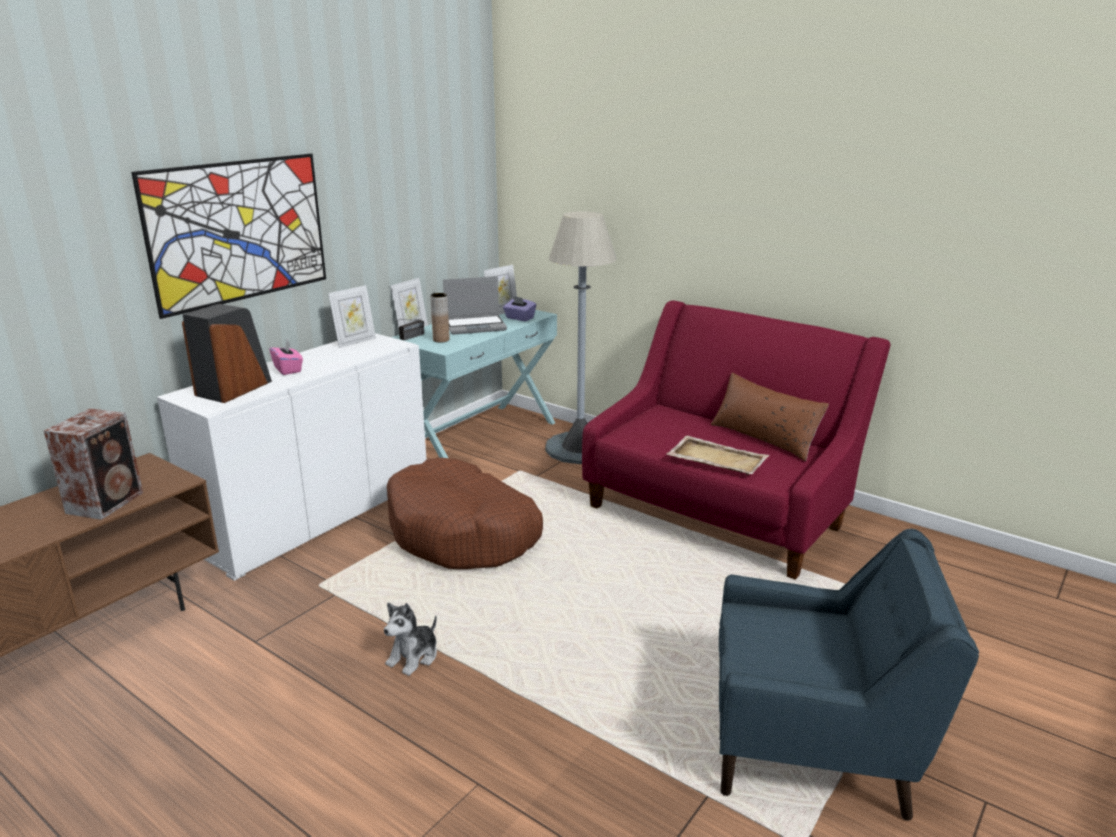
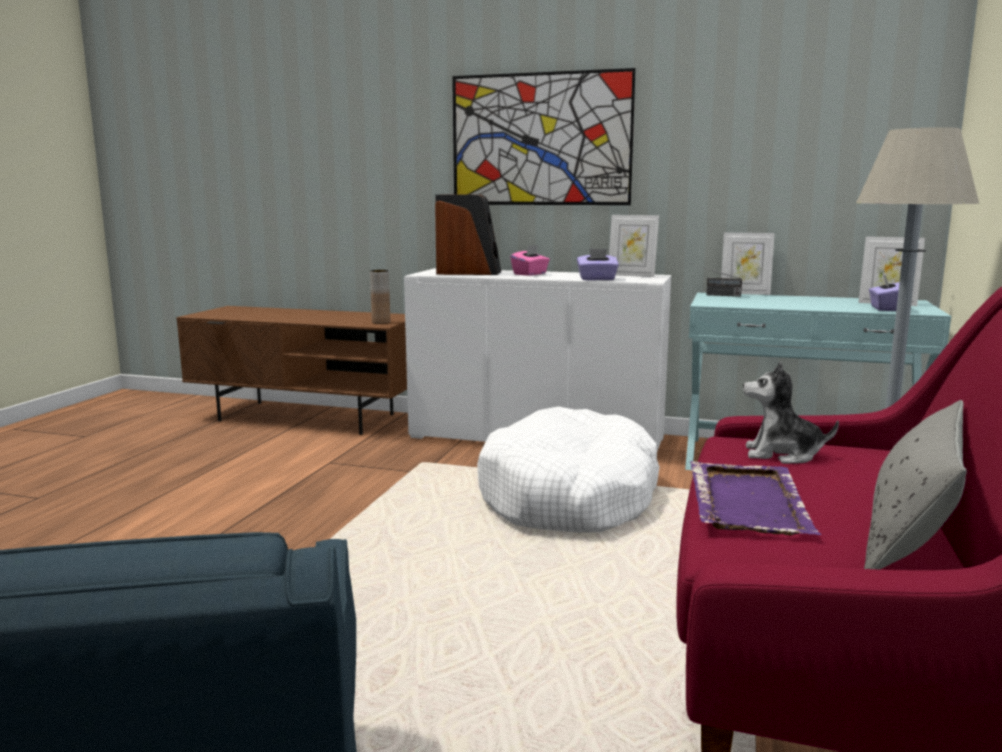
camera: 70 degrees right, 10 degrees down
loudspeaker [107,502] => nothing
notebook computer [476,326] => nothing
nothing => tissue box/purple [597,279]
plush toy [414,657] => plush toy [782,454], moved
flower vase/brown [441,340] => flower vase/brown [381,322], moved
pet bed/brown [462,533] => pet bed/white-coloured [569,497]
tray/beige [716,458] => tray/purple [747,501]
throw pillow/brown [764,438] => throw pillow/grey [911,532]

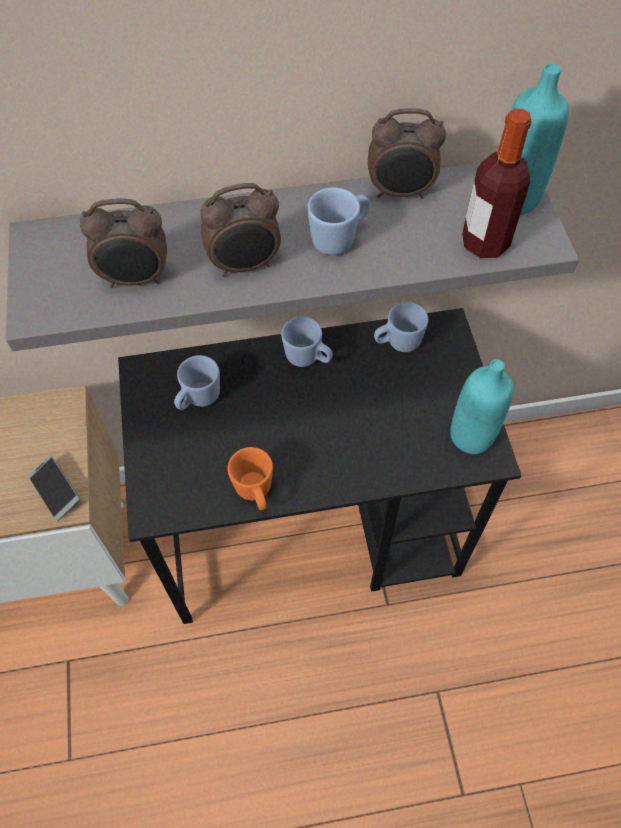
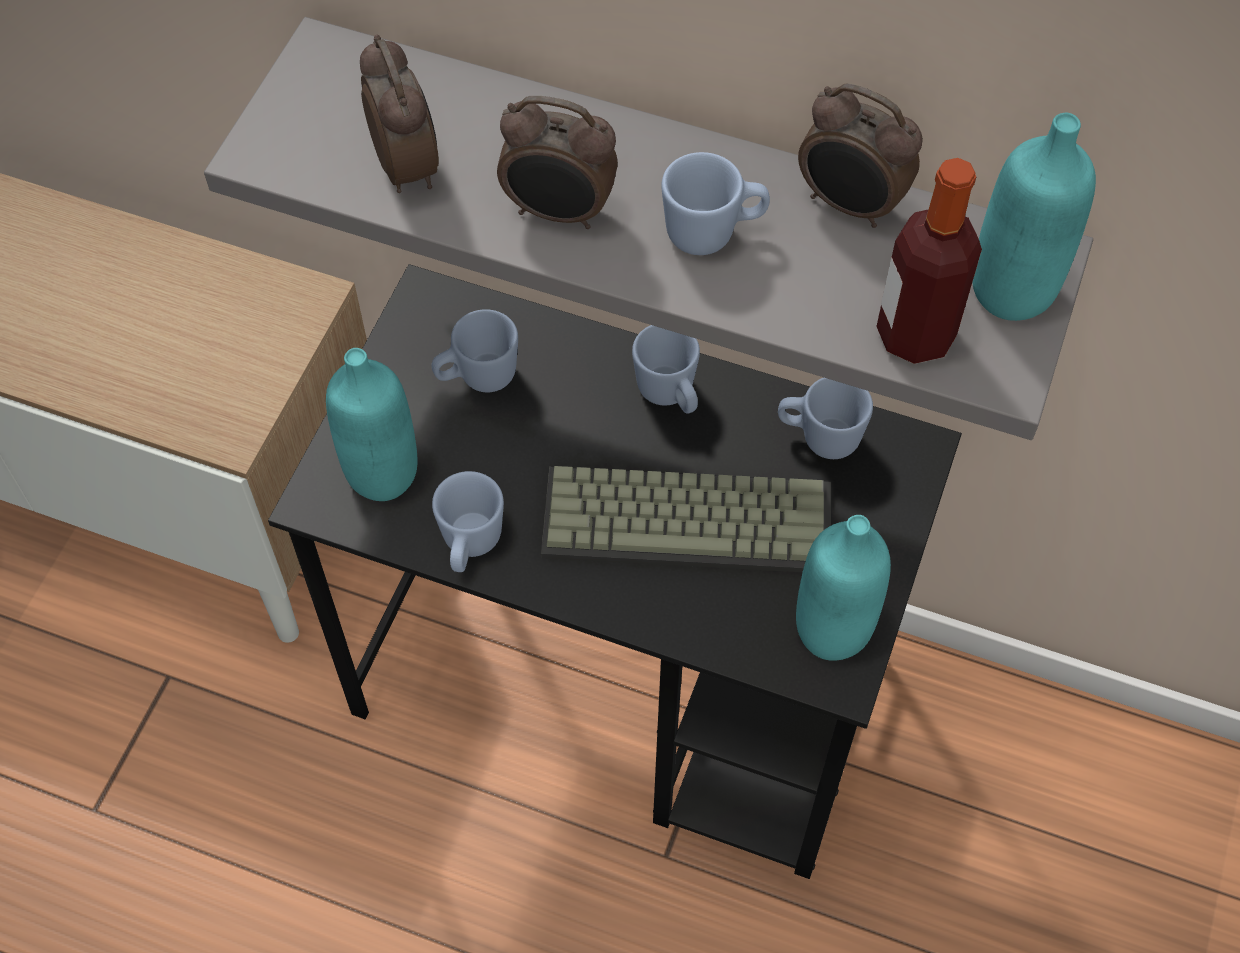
camera: 30 degrees right, 0 degrees up
handset [55,490] => nothing
nothing => bottle/turquoise-coloured [382,473]
nothing => PC keyboard [690,517]
tea mug/orangey [255,492] => tea mug/bluish [470,546]
bedside clock [136,279] => bedside clock [408,166], 135 degrees counterclockwise

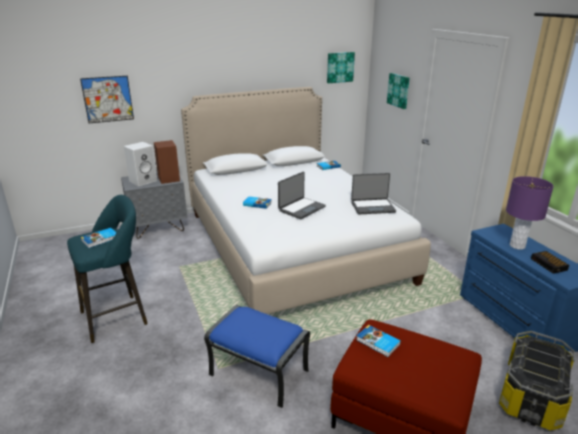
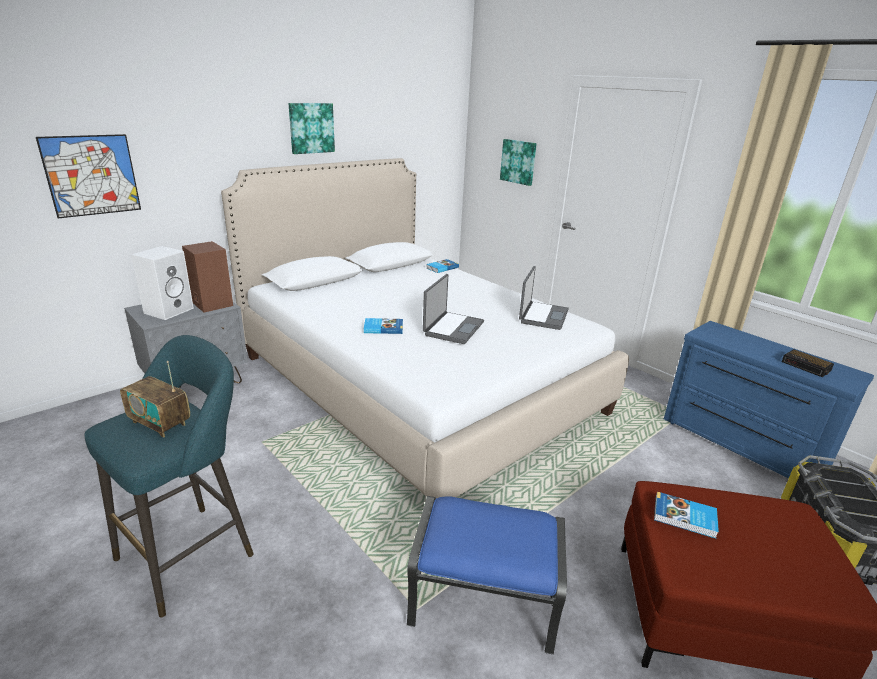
camera: 20 degrees left, 0 degrees up
table lamp/purple [517,245] => nothing
picture [340,67] => picture [311,128], moved
bound book [100,239] => radio set [160,423]
notebook computer [372,207] => notebook computer [542,316], 45 degrees counterclockwise

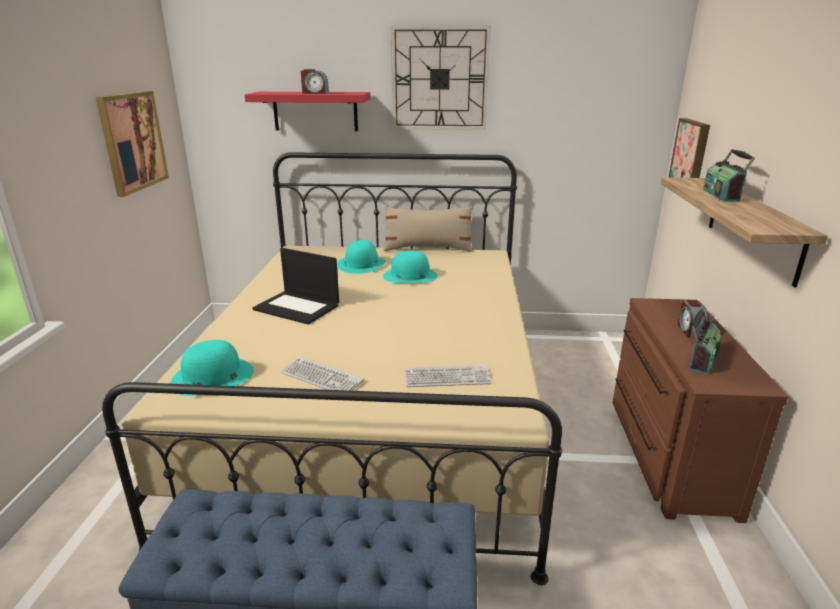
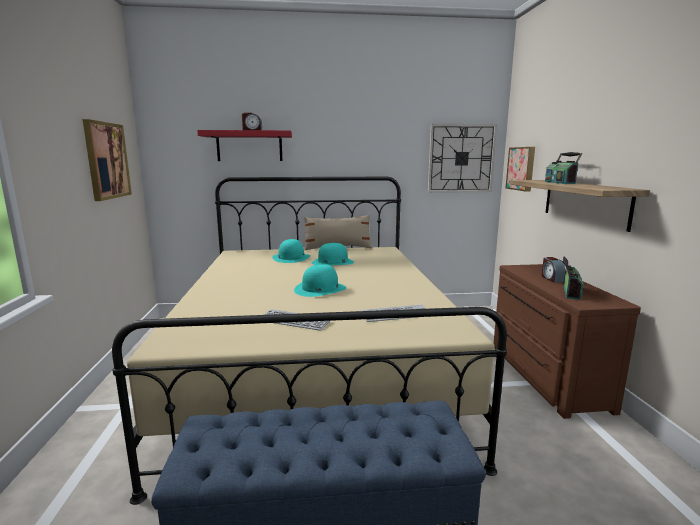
camera: 10 degrees left, 10 degrees down
notebook computer [298,307] => nothing
clothing hat/turquoise-coloured [212,377] => clothing hat/turquoise-coloured [320,289], moved
clock on the wall [439,79] => clock on the wall [461,158], moved

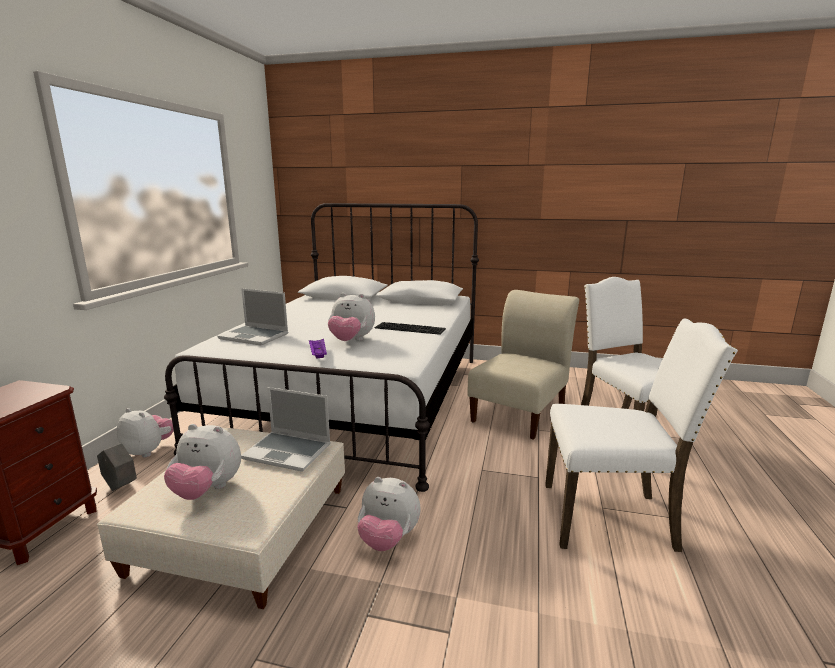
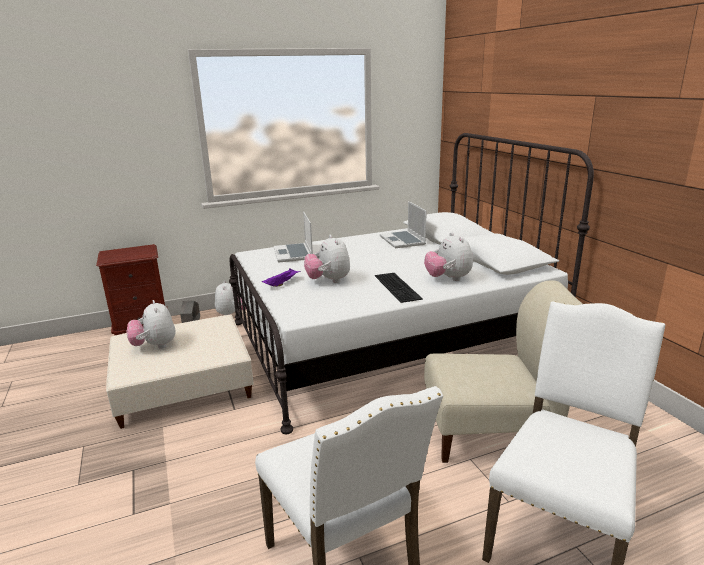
camera: 55 degrees right, 5 degrees up
notebook computer [289,452] => notebook computer [403,241], moved
plush toy [388,539] => plush toy [448,279], moved

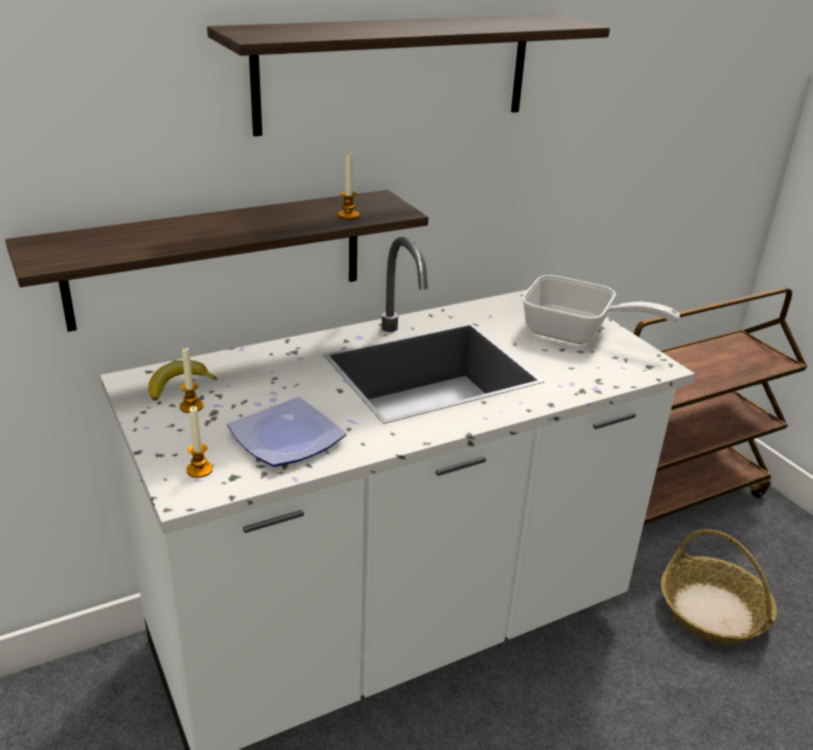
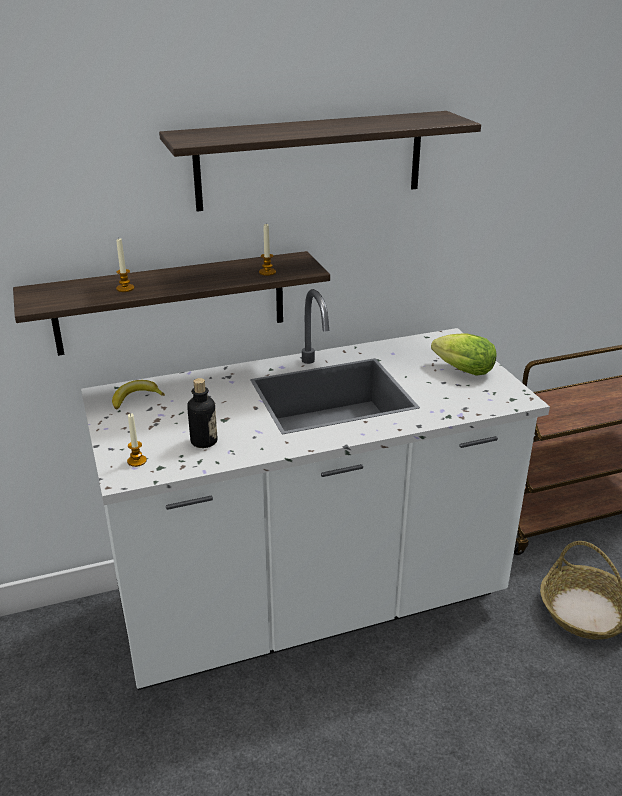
camera: 10 degrees right, 0 degrees up
candle [191,406] => candle [125,288], moved
dinner plate [284,438] => bottle [204,441]
pan [576,333] => head of lettuce [460,370]

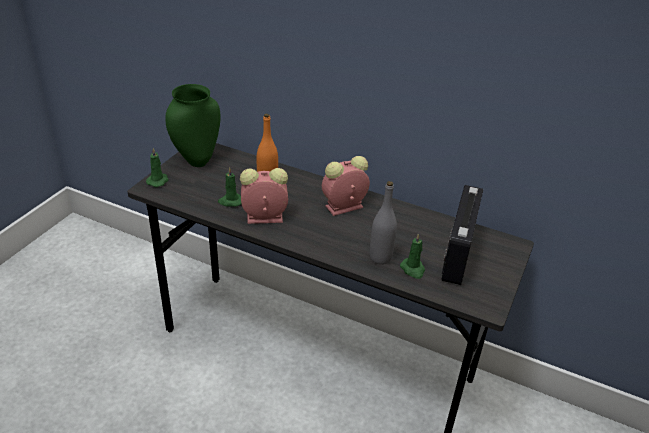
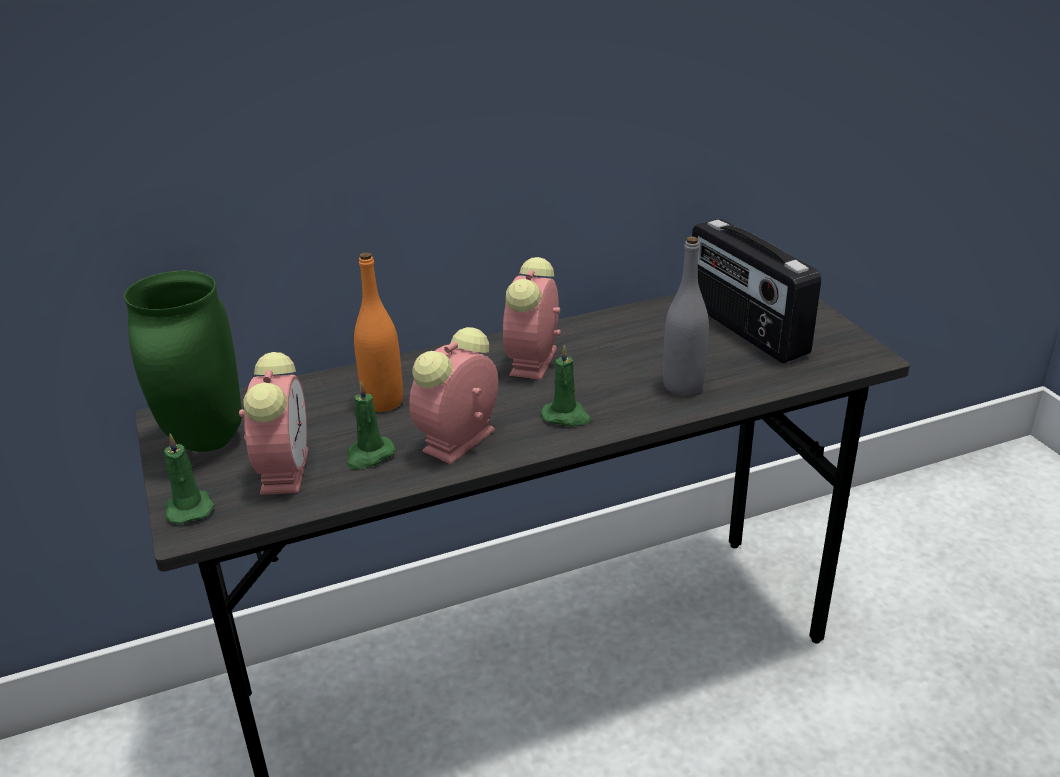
camera: 45 degrees left, 5 degrees down
nothing => bedside clock [284,469]
candle/green [413,269] => candle/green [567,416], moved

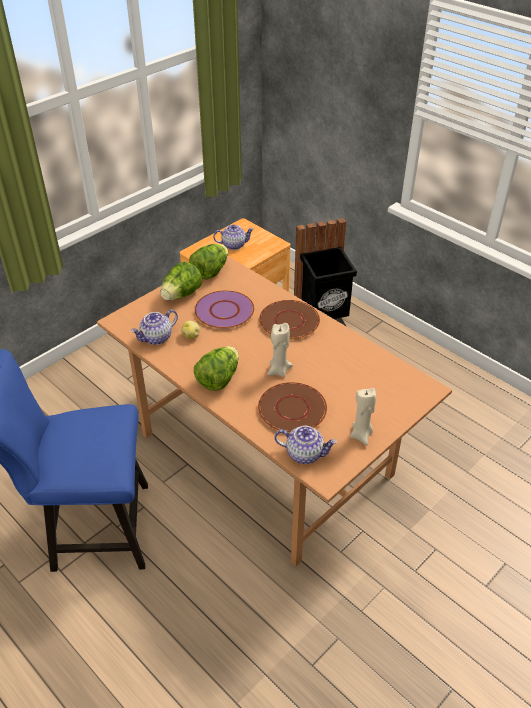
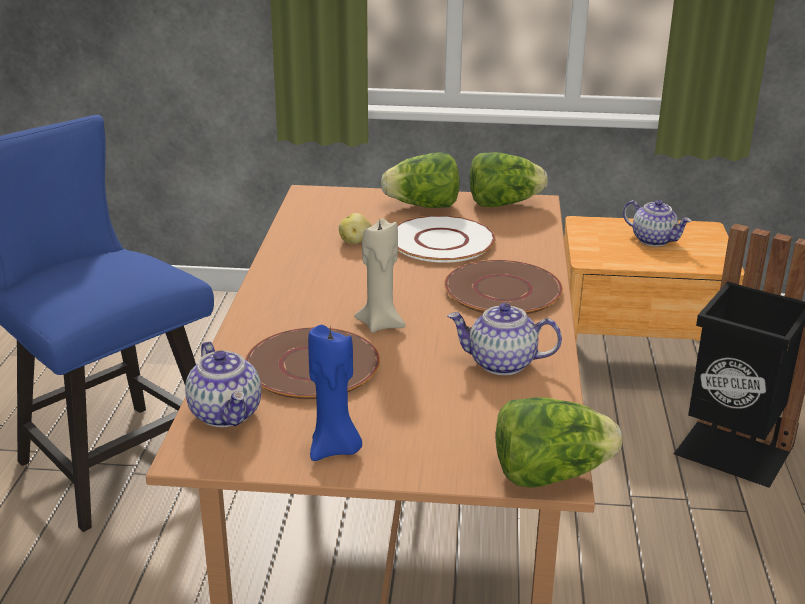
camera: 50 degrees right, 15 degrees down
tea pot [156,338] => tea pot [501,364], moved
head of lettuce [218,379] => head of lettuce [550,475], moved
dinner plate/purple [224,311] => dinner plate/white-coloured [441,241]
candle/beige [361,435] => candle/bluish [335,449]

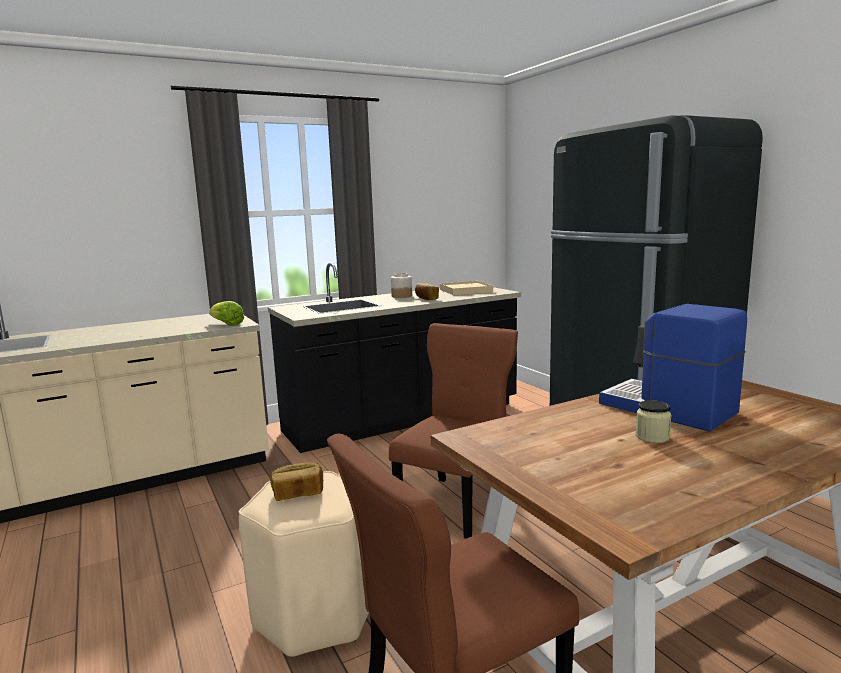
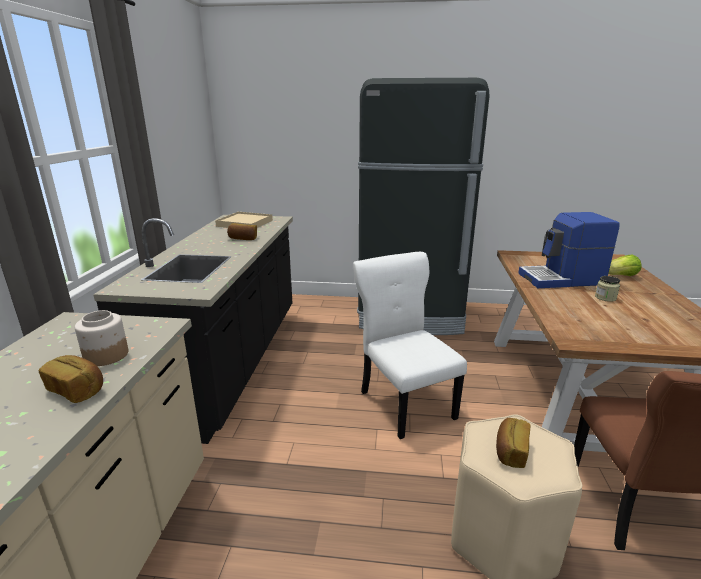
camera: 55 degrees left, 10 degrees up
nothing => baked bread [77,390]
head of lettuce [227,324] => head of lettuce [620,276], moved
storage jar [401,296] => storage jar [105,356], moved
chair/brown [456,504] => chair/white-coloured [405,402]

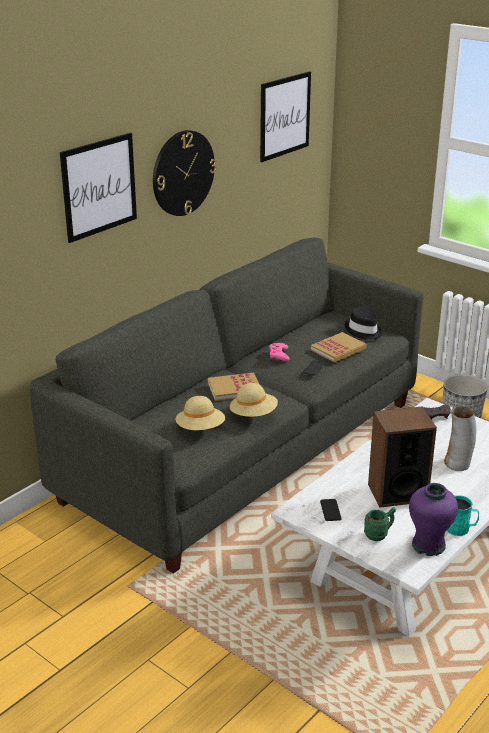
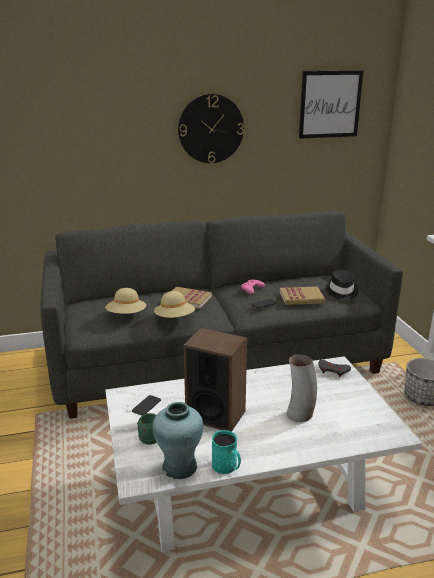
camera: 35 degrees right, 5 degrees down
picture [99,187] => nothing
flower vase/purple [428,545] => flower vase/turquoise-coloured [180,467]

